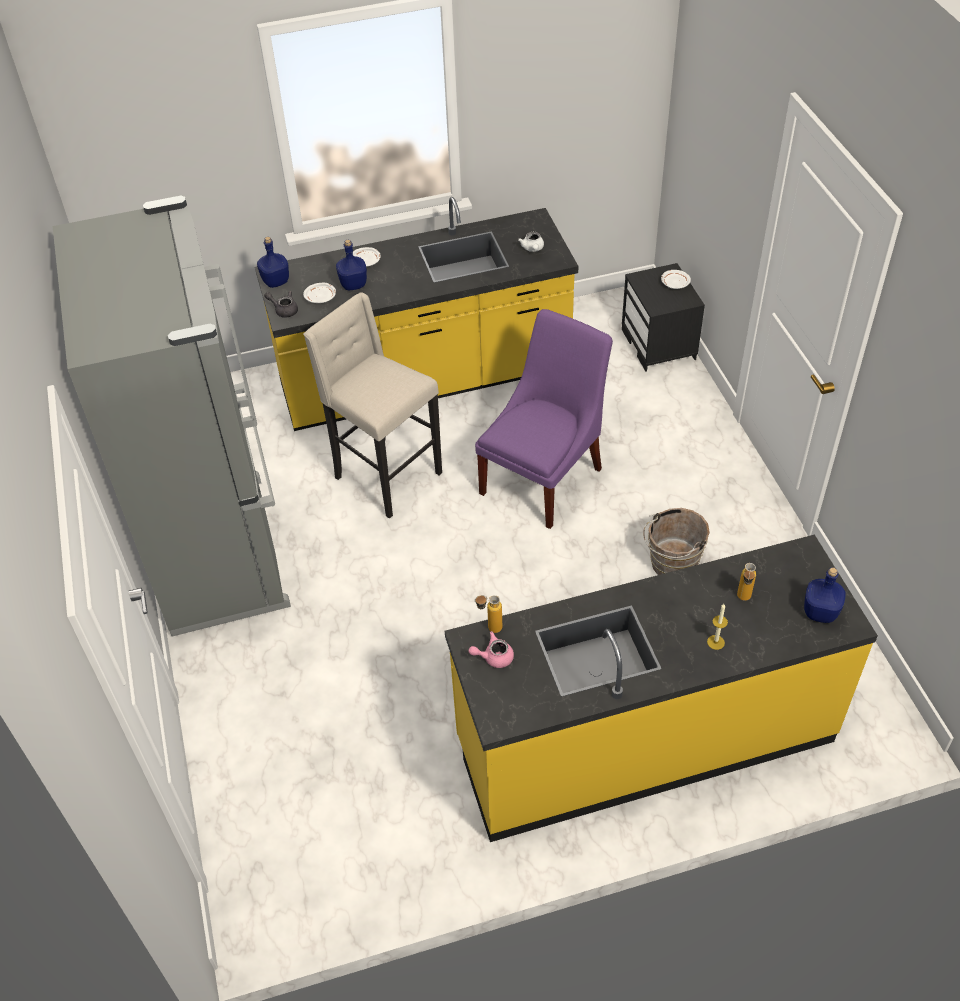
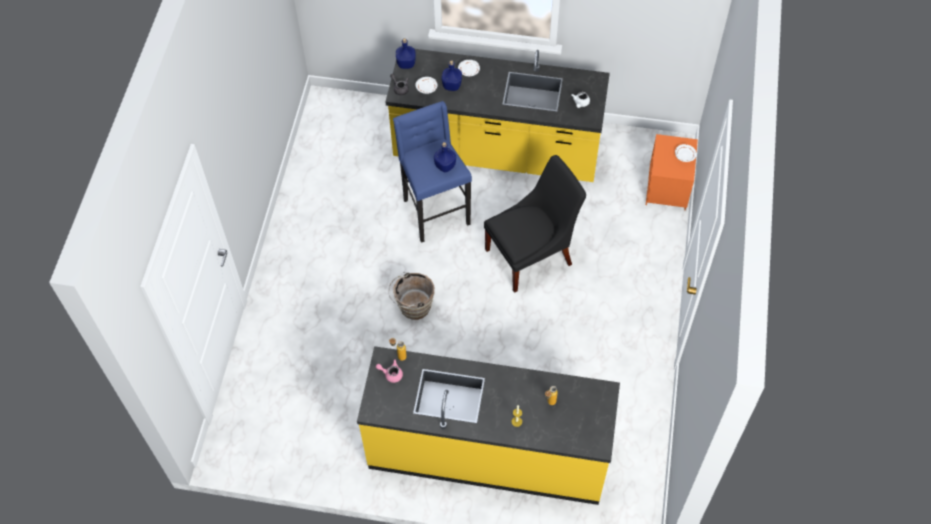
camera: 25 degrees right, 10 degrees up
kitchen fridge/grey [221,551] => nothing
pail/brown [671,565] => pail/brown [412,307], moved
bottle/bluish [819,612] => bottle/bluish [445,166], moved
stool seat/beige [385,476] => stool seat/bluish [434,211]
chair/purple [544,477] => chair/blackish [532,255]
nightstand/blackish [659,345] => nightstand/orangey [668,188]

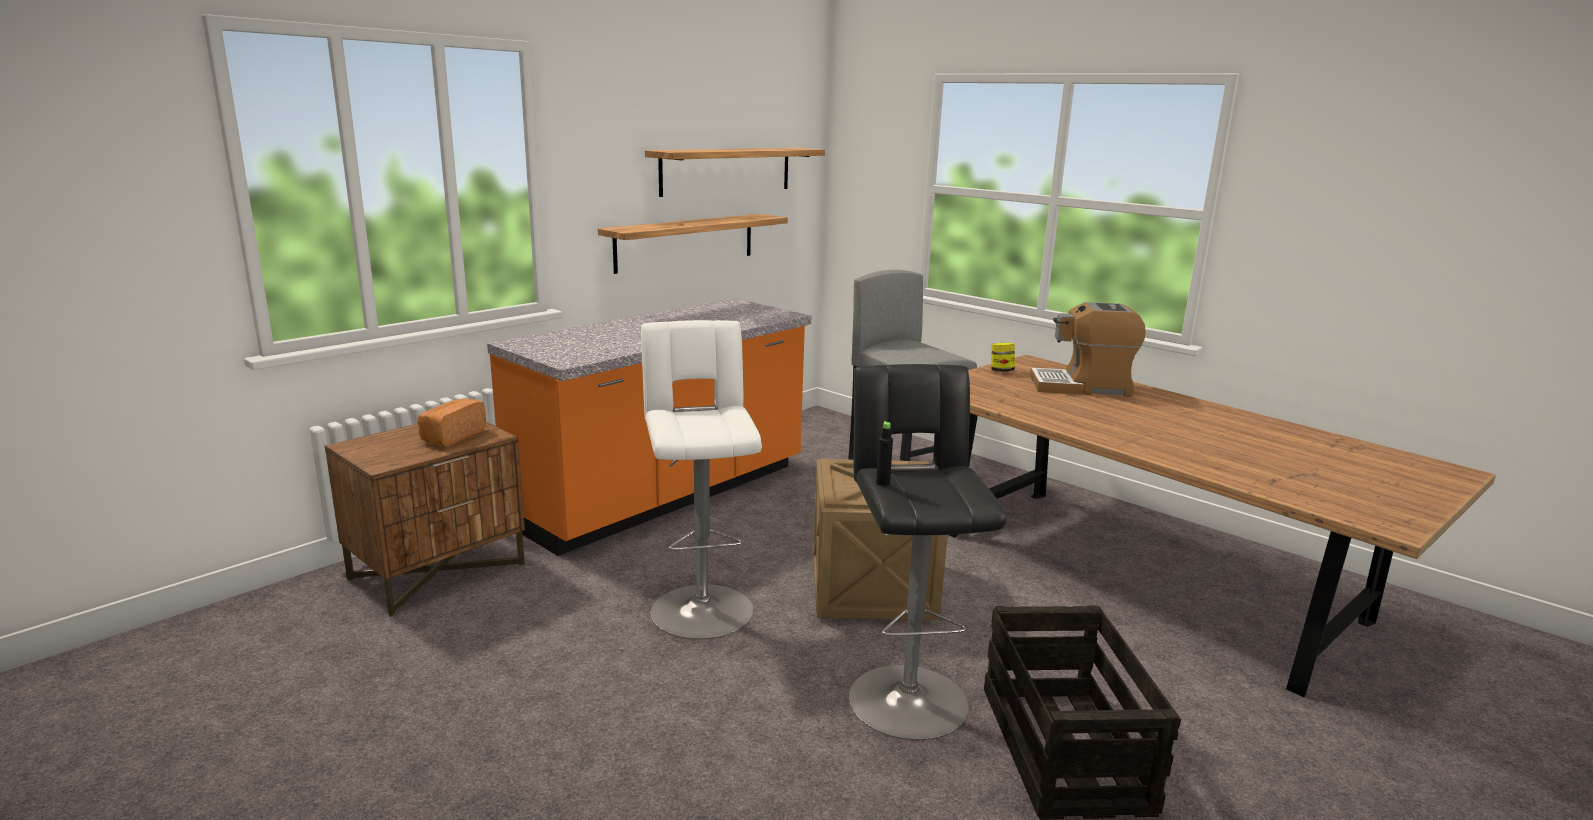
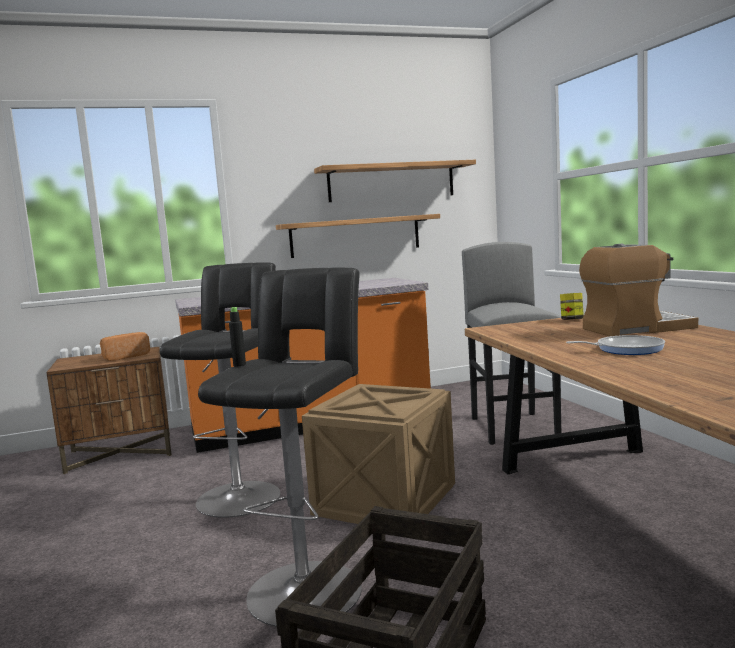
camera: 30 degrees right, 10 degrees down
nothing => pan [626,349]
stool seat/white-coloured [700,606] => stool seat/blackish [241,495]
coffee machine [1082,386] => coffee machine [636,329], 135 degrees clockwise

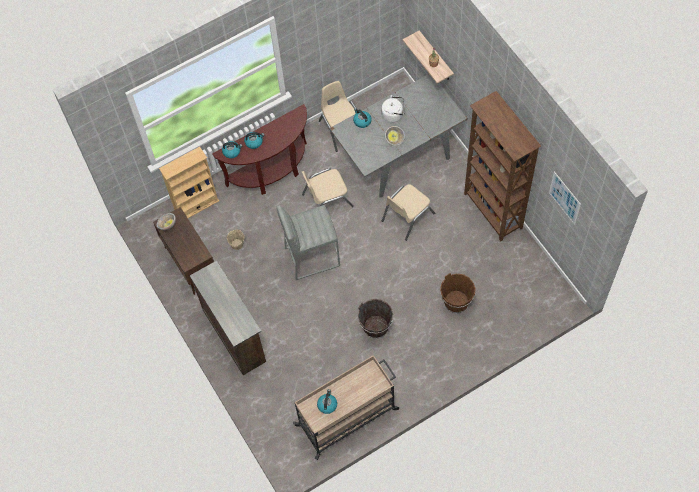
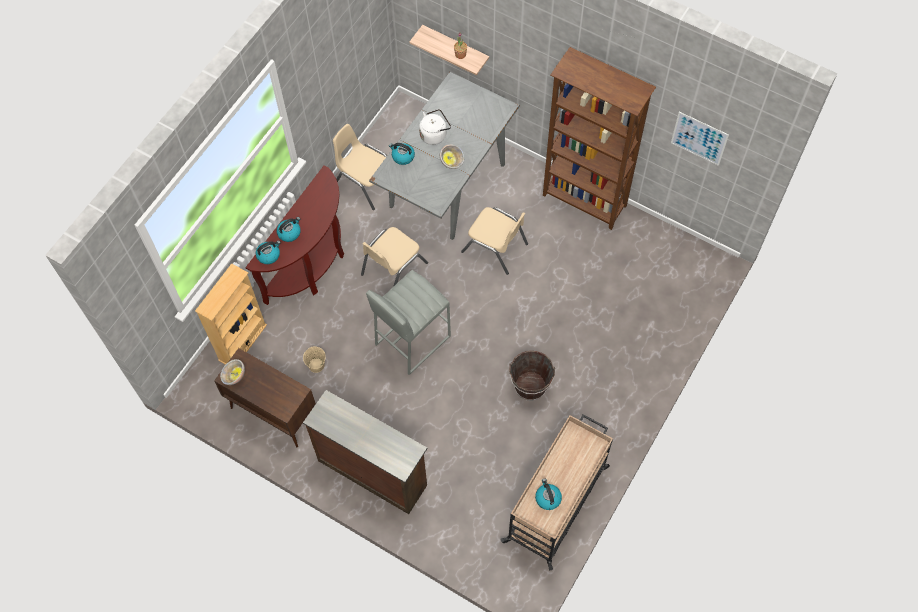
camera: 30 degrees left, 0 degrees up
pail/brown [456,302] => nothing
chair/beige [407,217] => chair/beige [495,248], 75 degrees counterclockwise

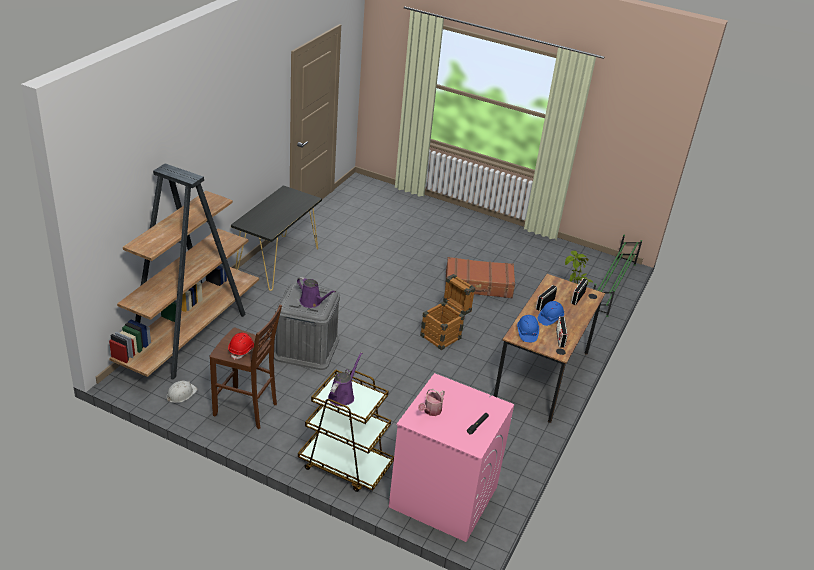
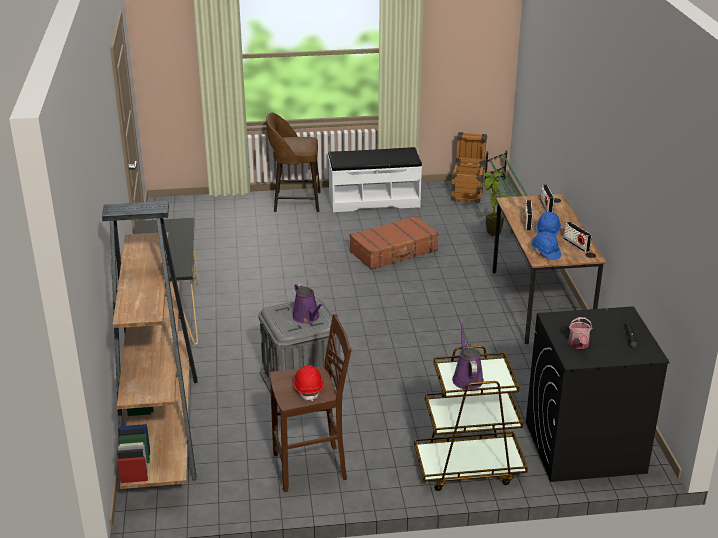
camera: 30 degrees left, 5 degrees down
work helmet/white-coloured [181,394] => nothing
nothing => stool seat/brown [295,202]
nothing => bench/white-coloured [374,200]
crate [444,335] => crate [467,193], moved
washing machine/pinkish [442,497] => washing machine/blackish [584,447]
sprinkling can/purple [312,302] => sprinkling can/purple [307,317], 60 degrees clockwise

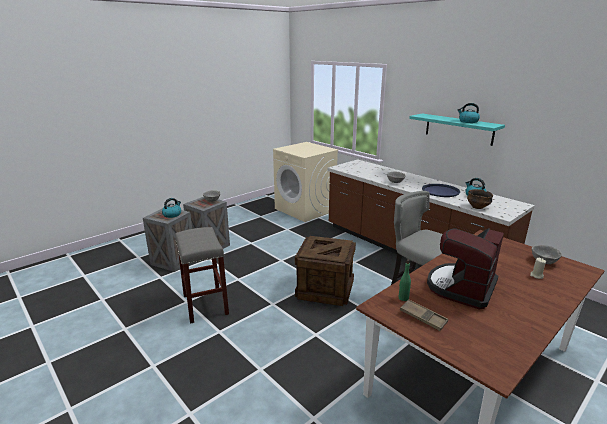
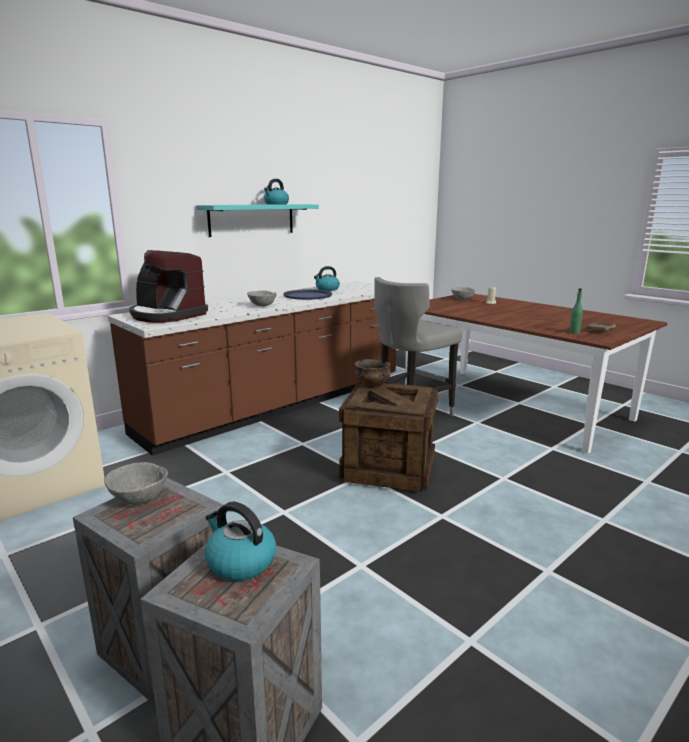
camera: 90 degrees left, 5 degrees down
stool seat/grey [205,304] => nothing
coffee machine [461,287] => coffee machine [167,315], moved
deep dish [477,207] => deep dish [372,385], moved

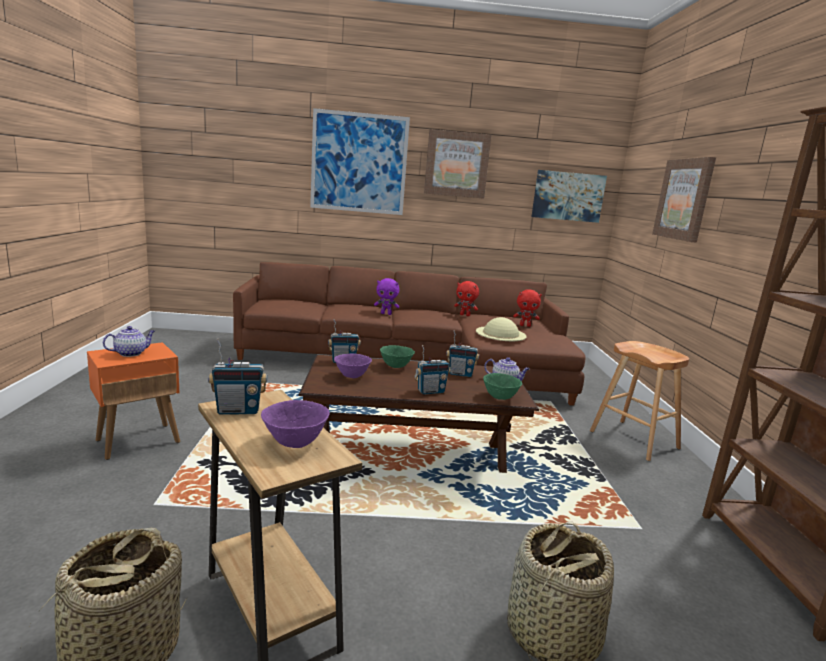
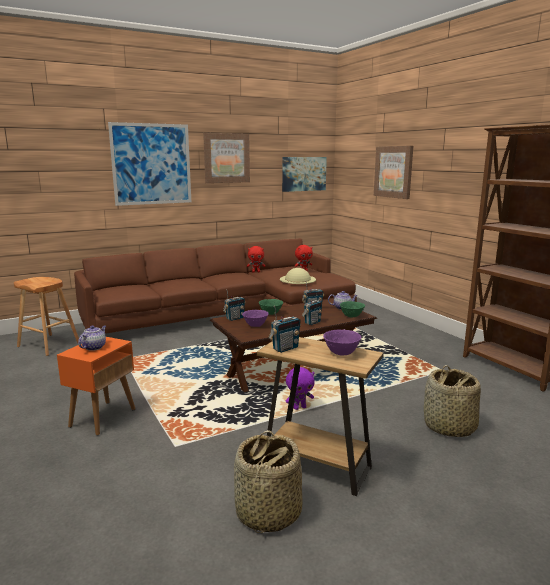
camera: 25 degrees left, 0 degrees up
plush toy/purple [386,314] => plush toy/purple [299,408], moved
stool seat/brown [633,439] => stool seat/brown [48,345], moved

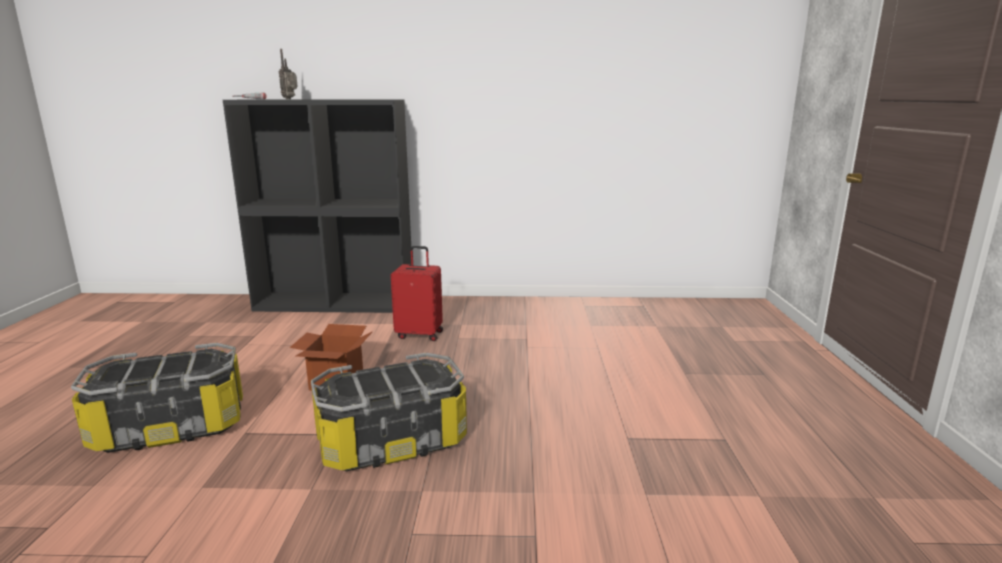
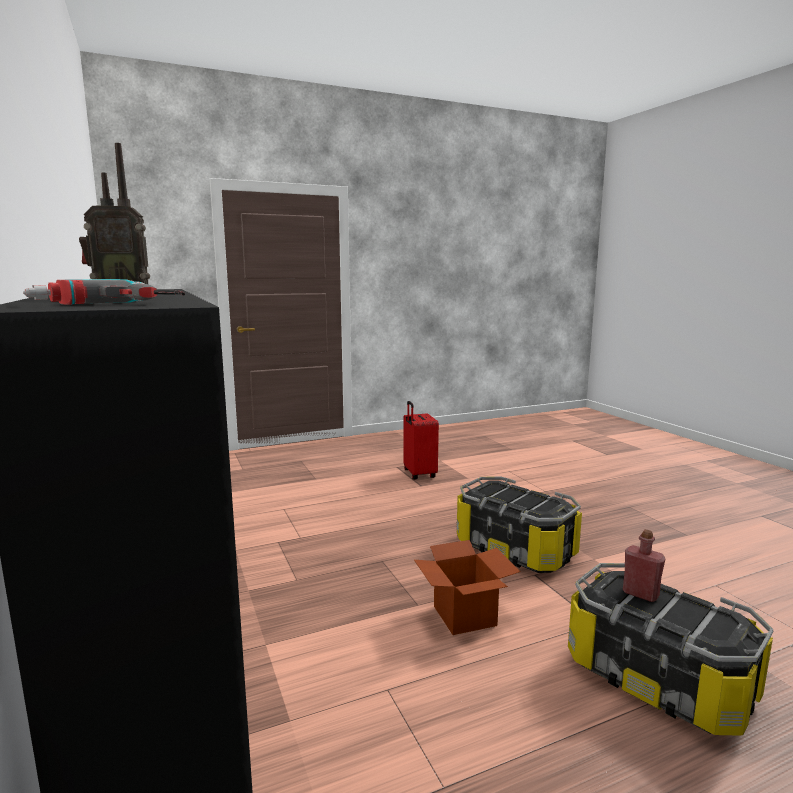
camera: 115 degrees left, 5 degrees down
nothing => bottle/reddish [640,594]
travel case/reddish [420,334] => travel case/reddish [418,474], moved

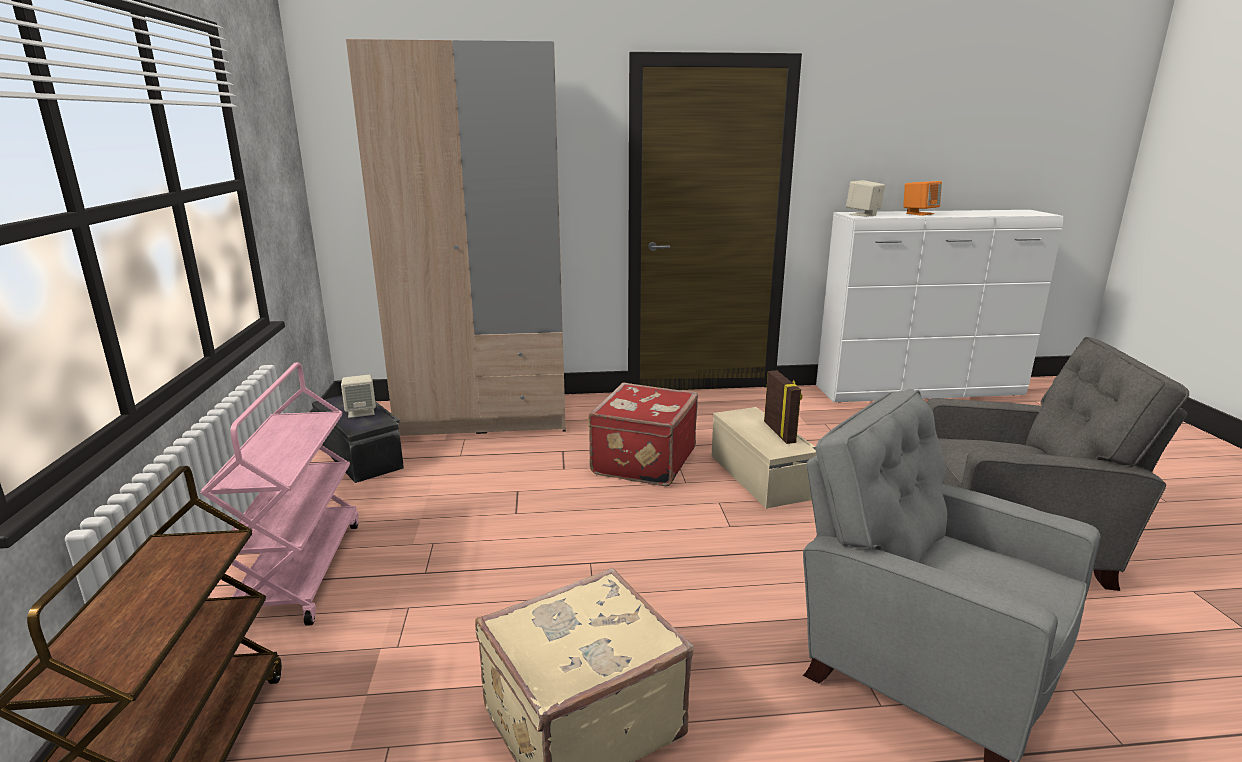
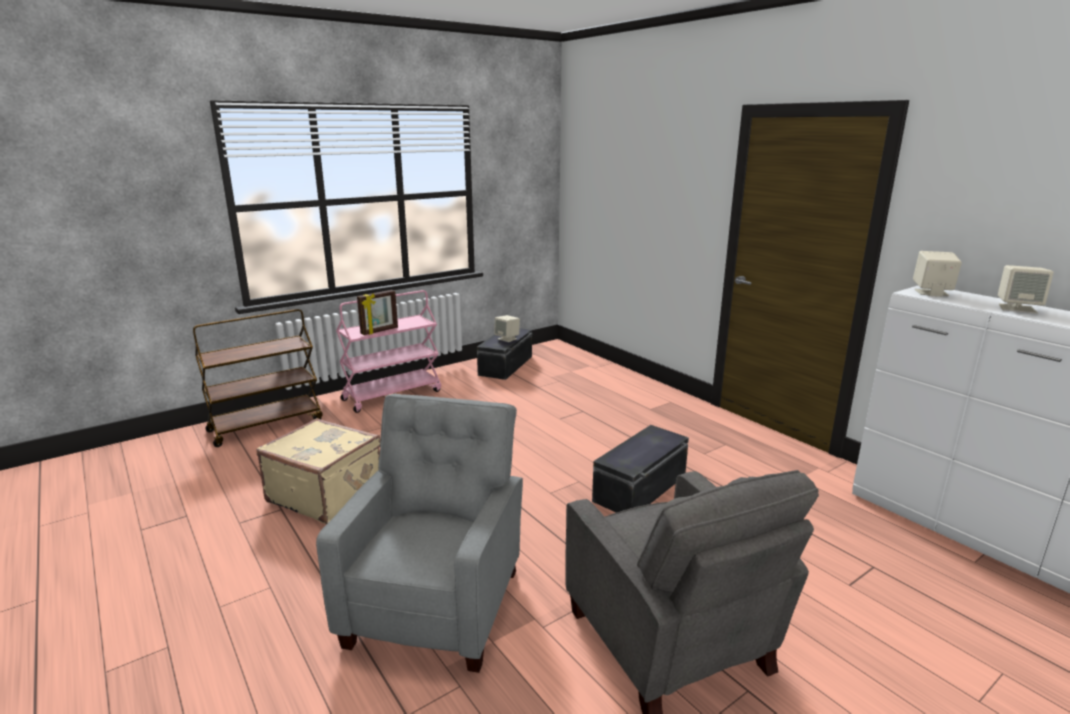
camera: 60 degrees right, 0 degrees up
clothes cupboard/beige [485,416] => nothing
travel case/reddish [642,461] => nothing
picture frame [780,432] => picture frame [380,331], moved
storage box/beige [760,476] => storage box/blackish [641,488]
loudspeaker/orangey [919,213] => loudspeaker/beige [1017,308]

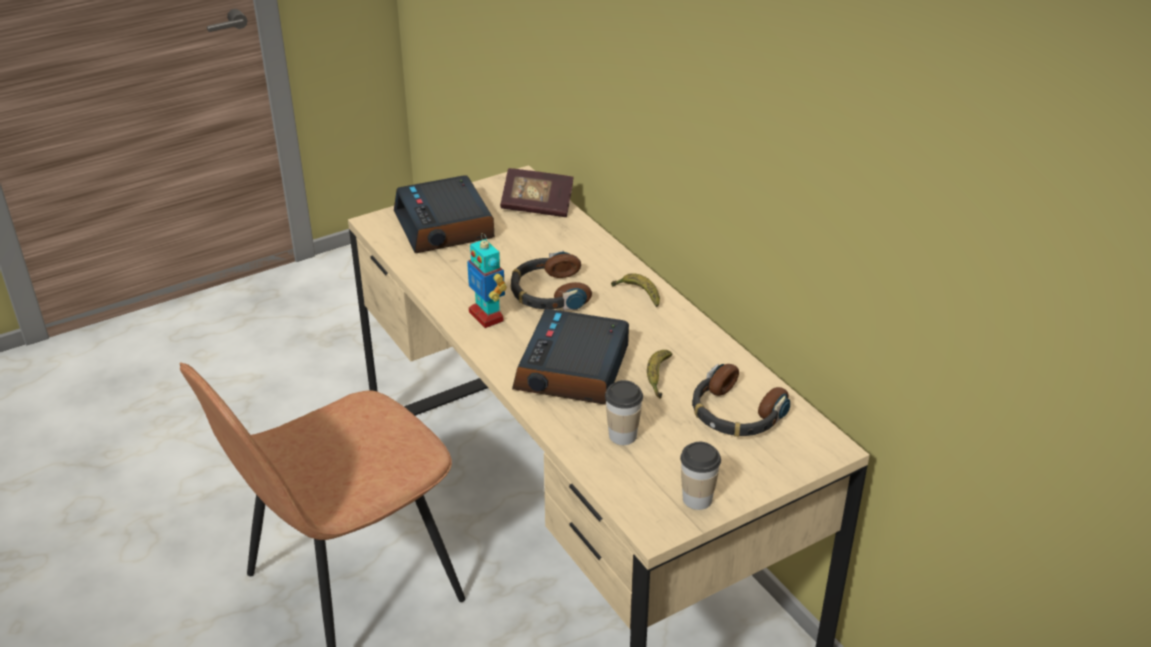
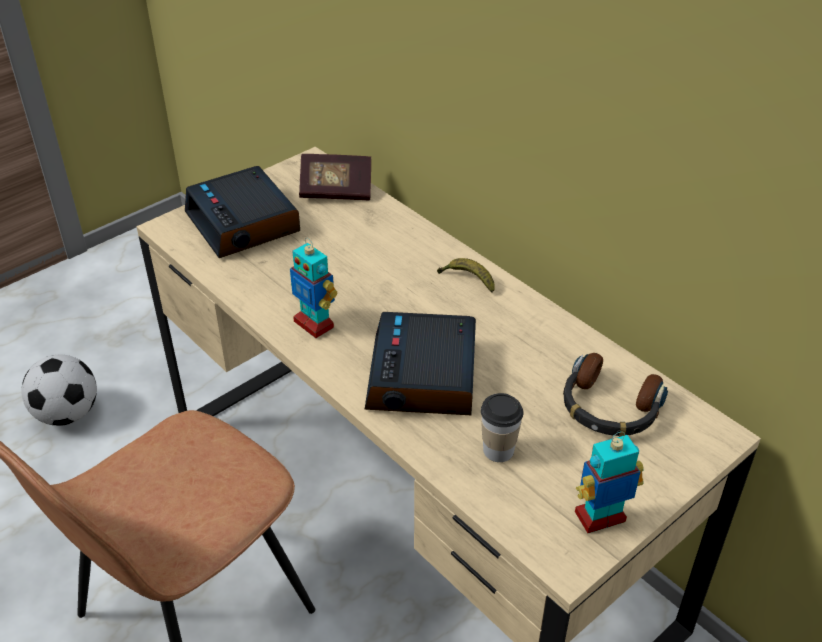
camera: 10 degrees left, 5 degrees up
pair of headphones [548,293] => nothing
banana [658,377] => nothing
nothing => football [67,414]
small cup [697,499] => toy robot [600,518]

